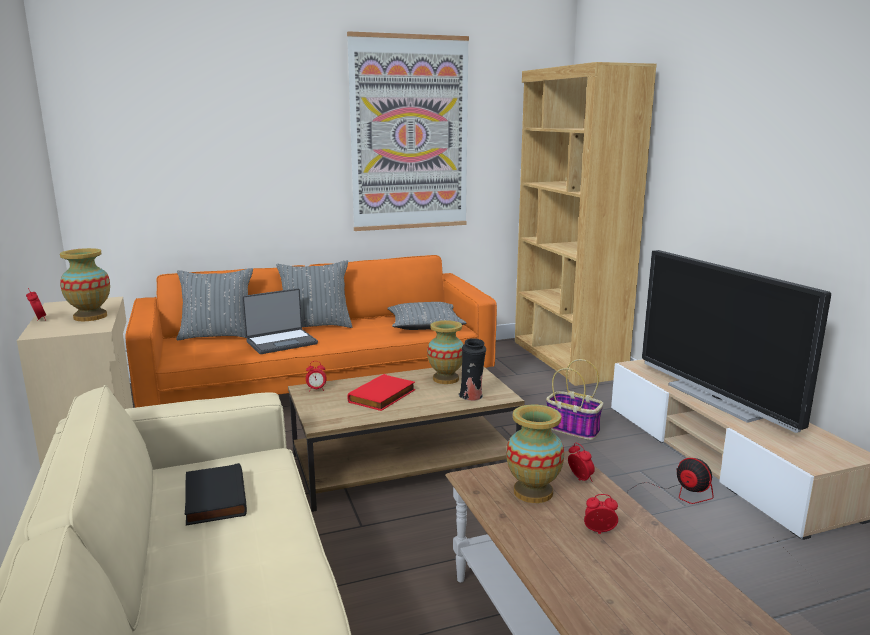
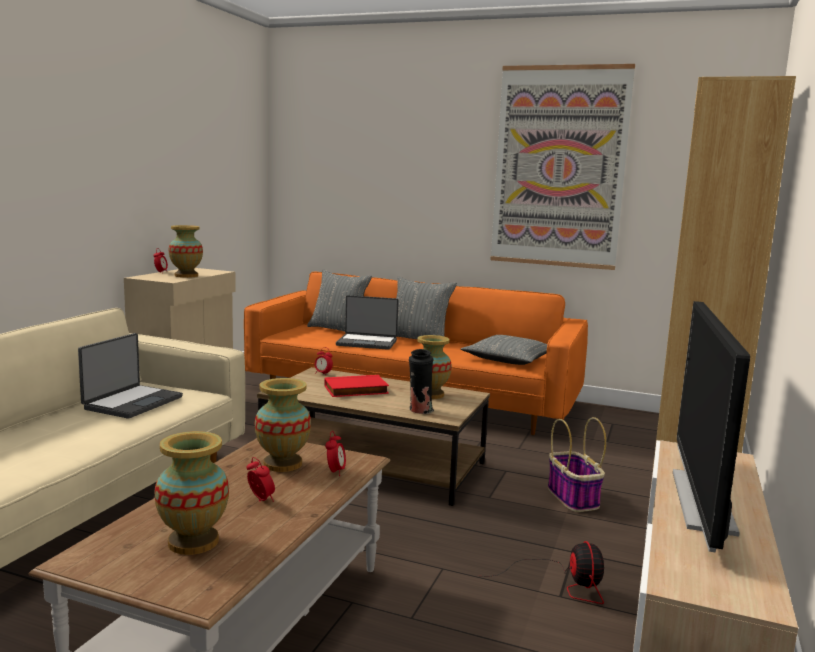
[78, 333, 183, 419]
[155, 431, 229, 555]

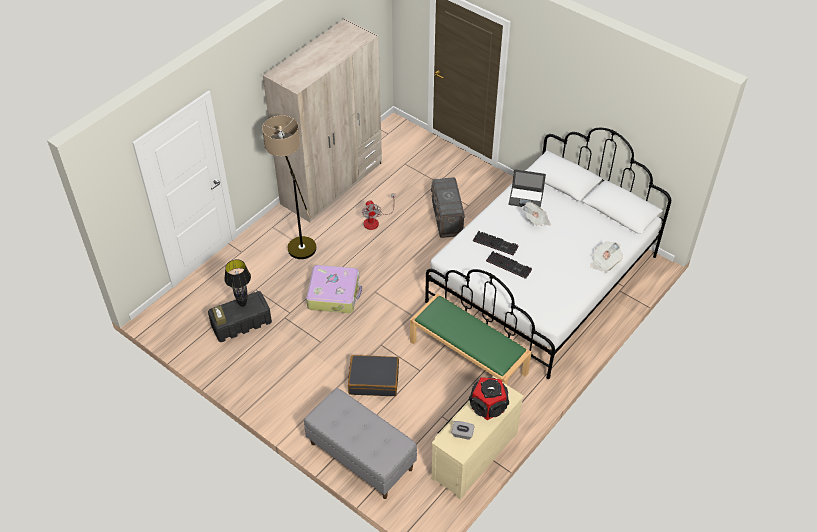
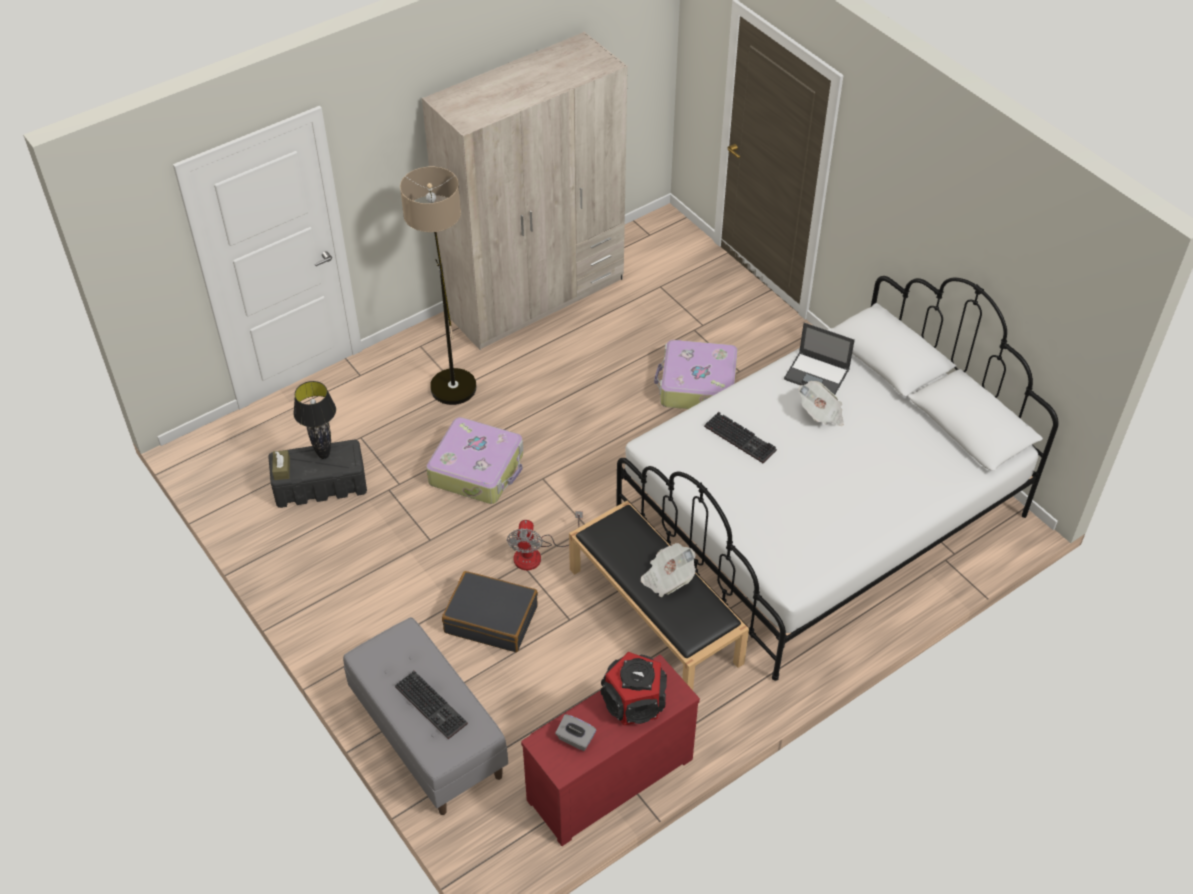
[507, 511, 583, 570]
[569, 500, 749, 690]
[654, 340, 738, 409]
[521, 655, 700, 846]
[395, 671, 468, 739]
[641, 543, 696, 597]

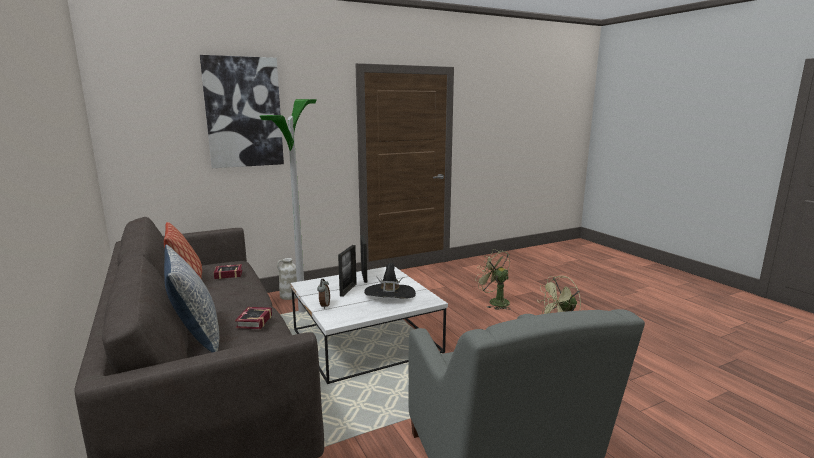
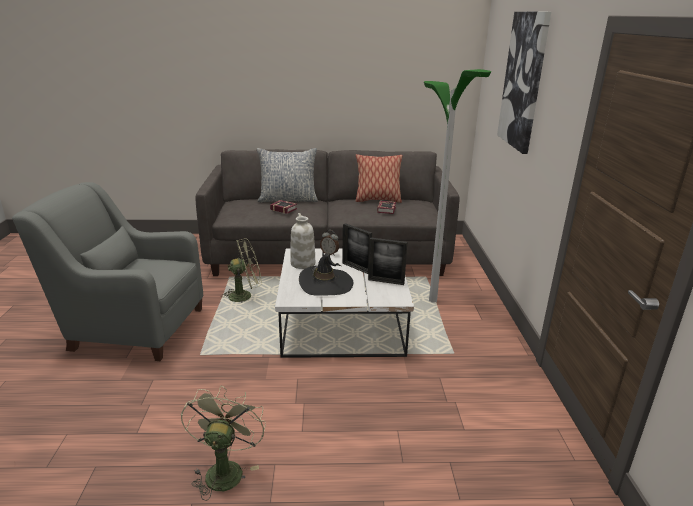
[290, 213, 315, 269]
[223, 238, 262, 303]

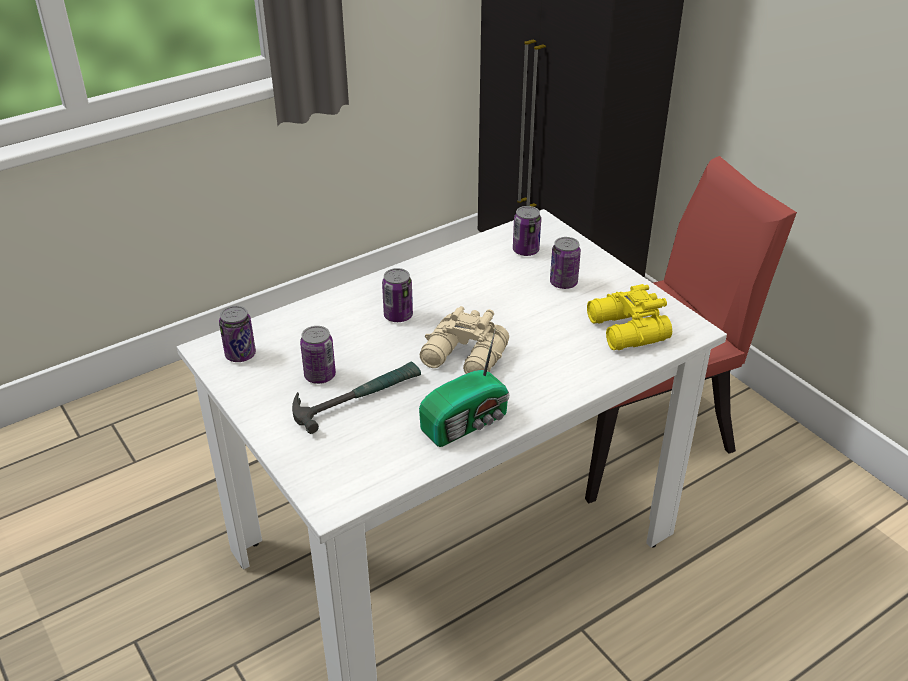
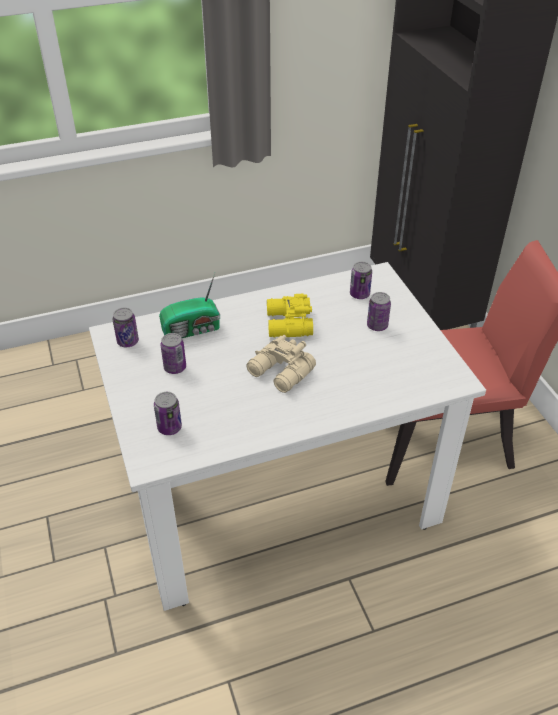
[292, 362, 421, 434] (first image)
[154, 392, 182, 435]
[159, 273, 220, 338]
[267, 294, 313, 338]

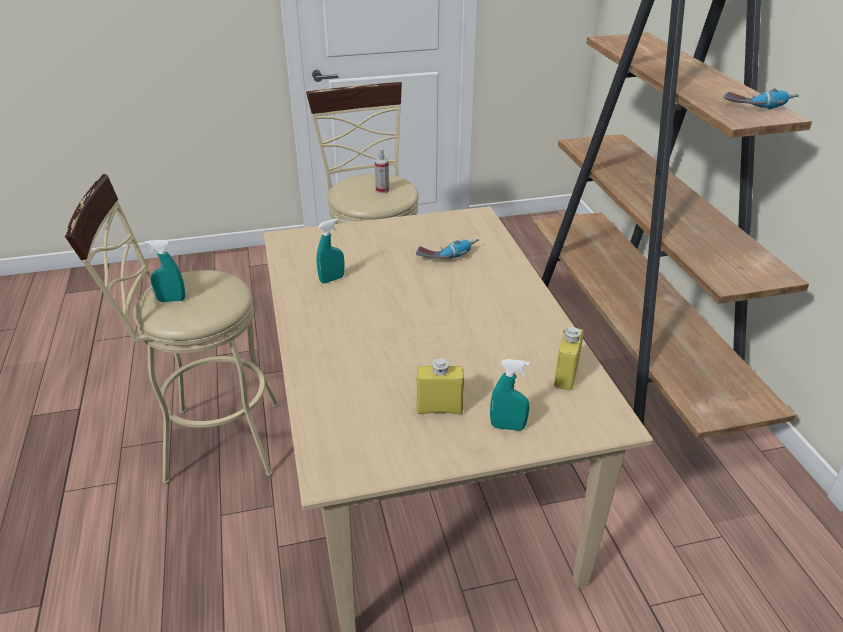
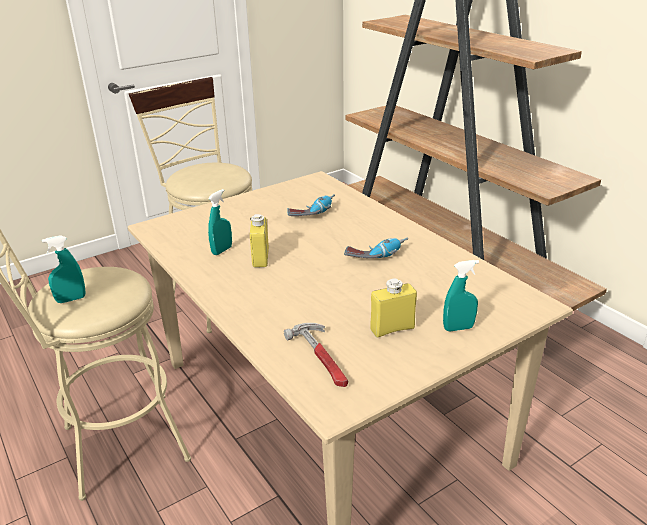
[375, 148, 389, 193] (first image)
[250, 214, 269, 268]
[344, 237, 408, 258]
[284, 323, 348, 387]

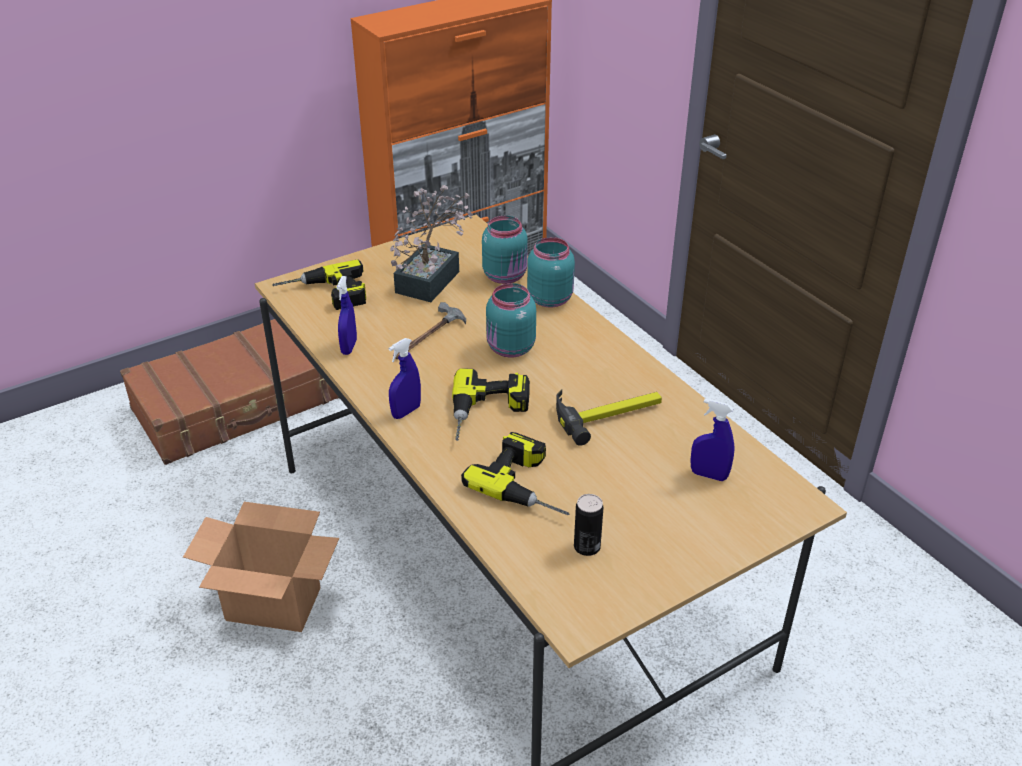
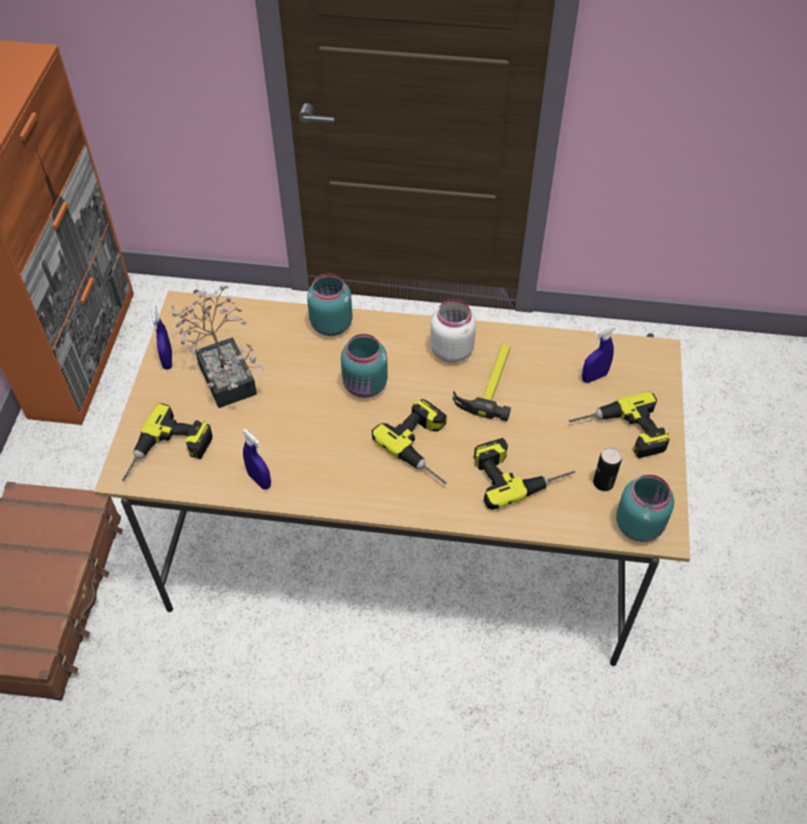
[183, 502, 339, 632] (first image)
[152, 306, 172, 369]
[395, 302, 466, 359] (first image)
[616, 474, 674, 542]
[430, 299, 476, 363]
[569, 392, 670, 458]

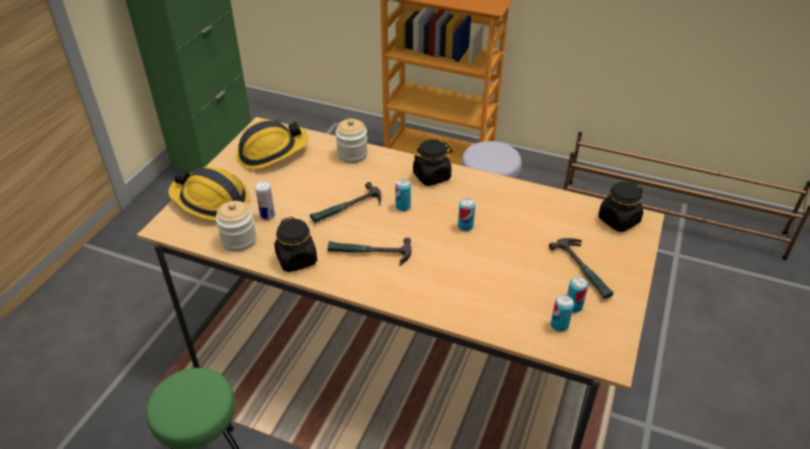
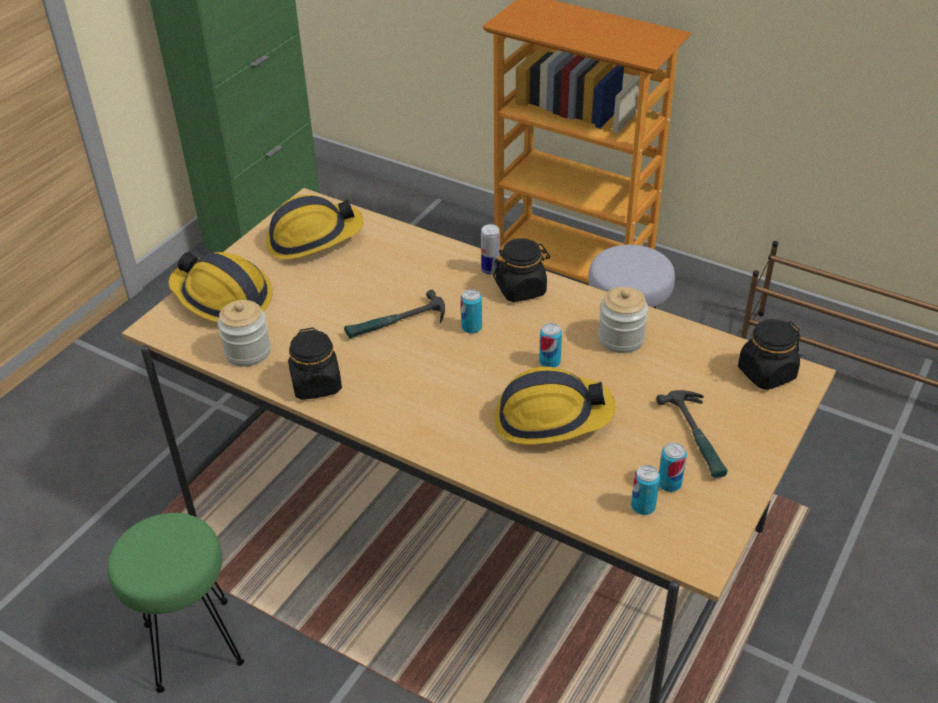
[481, 224, 500, 274]
[328, 237, 412, 266] (first image)
[598, 287, 648, 353]
[494, 366, 615, 445]

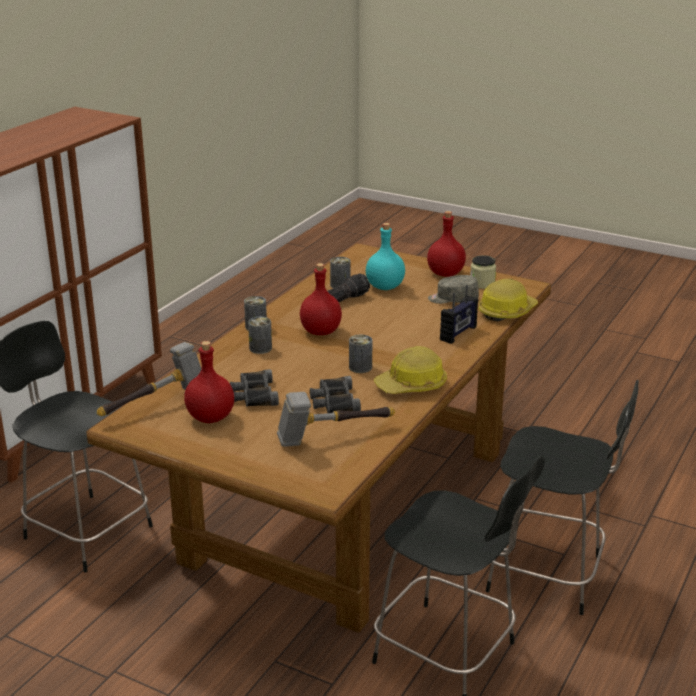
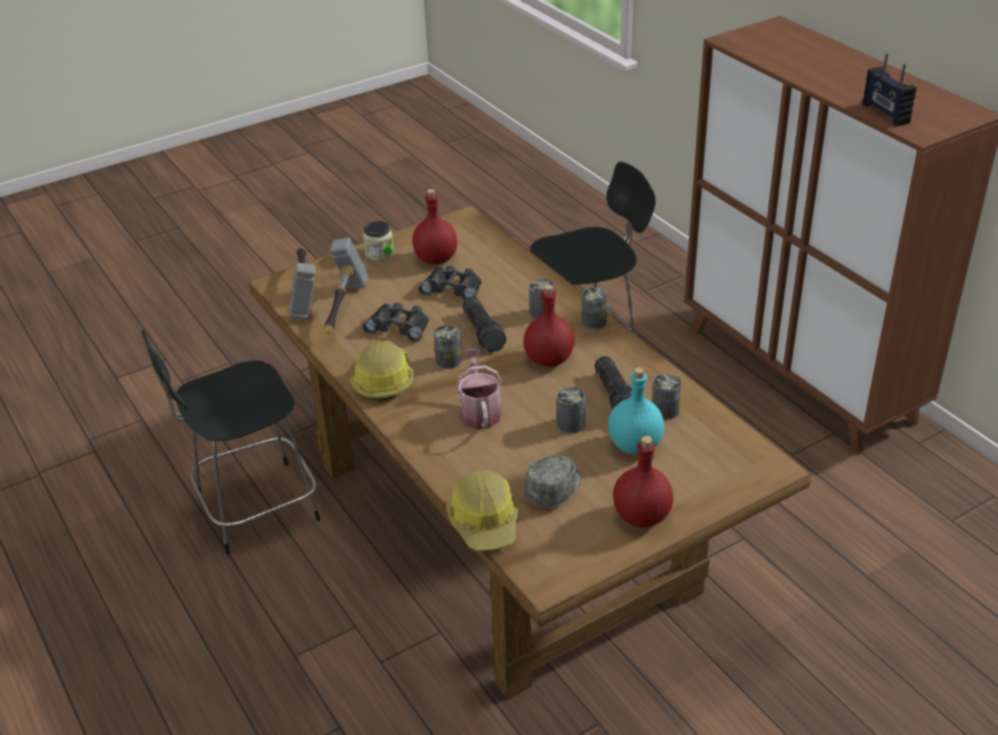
[289, 247, 316, 320]
[863, 53, 917, 126]
[363, 221, 394, 261]
[486, 380, 639, 615] (first image)
[455, 349, 503, 430]
[463, 297, 506, 352]
[557, 387, 585, 434]

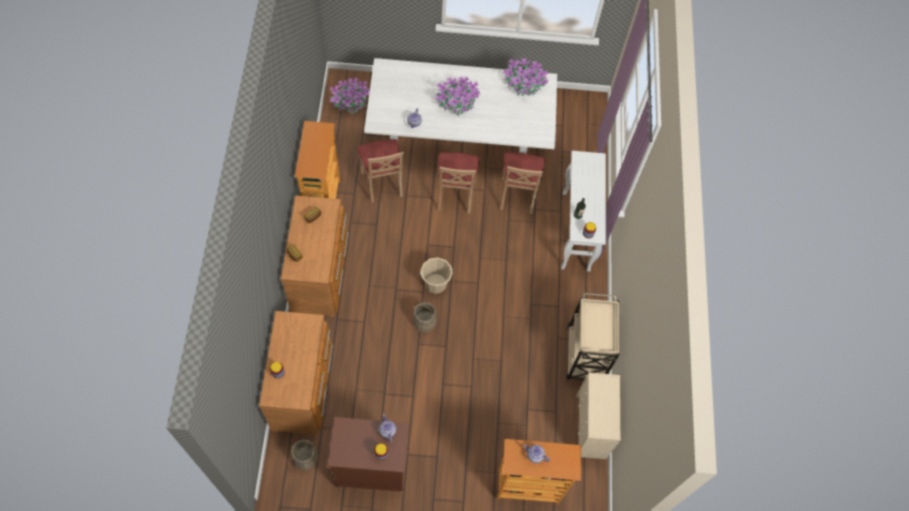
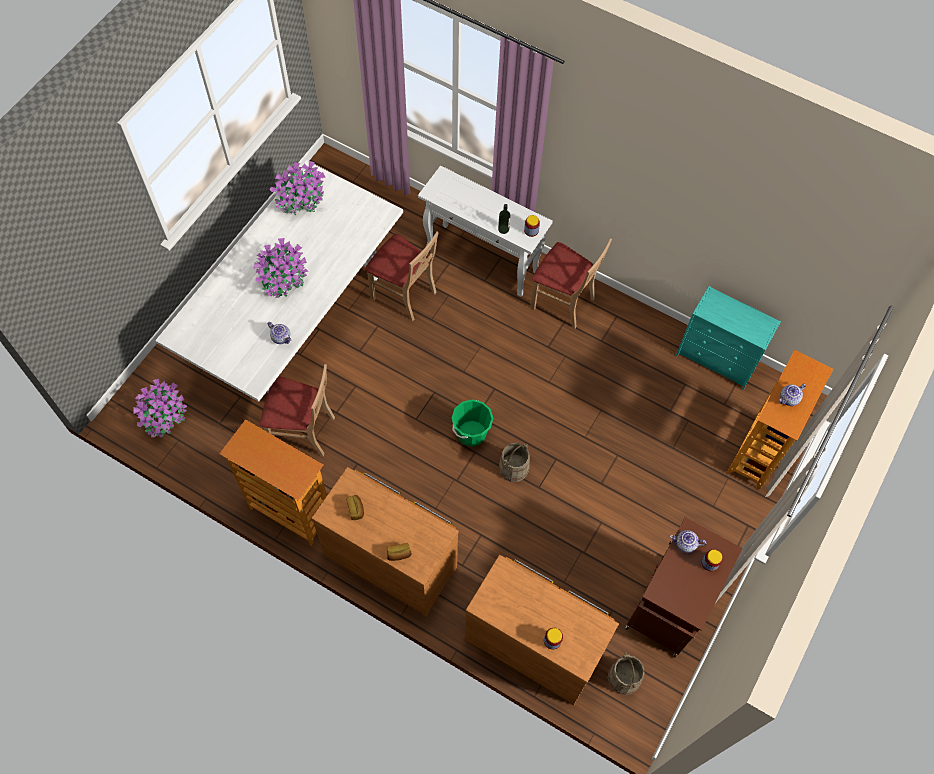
[452, 399, 494, 447]
[530, 238, 612, 329]
[566, 293, 619, 380] (first image)
[676, 286, 781, 390]

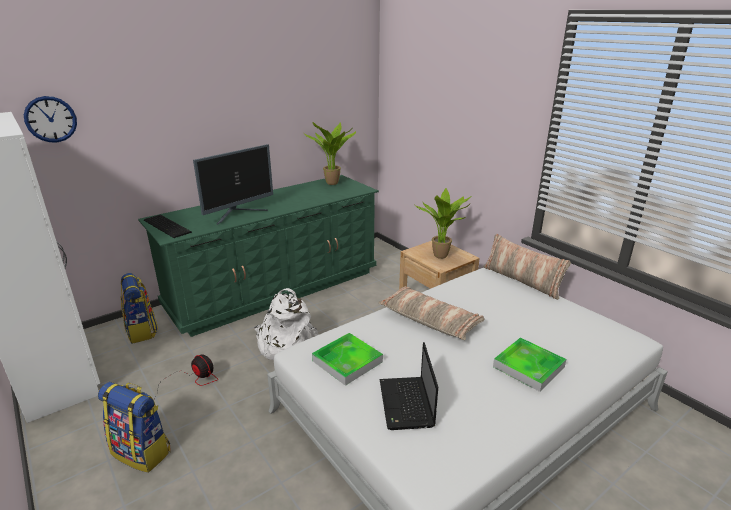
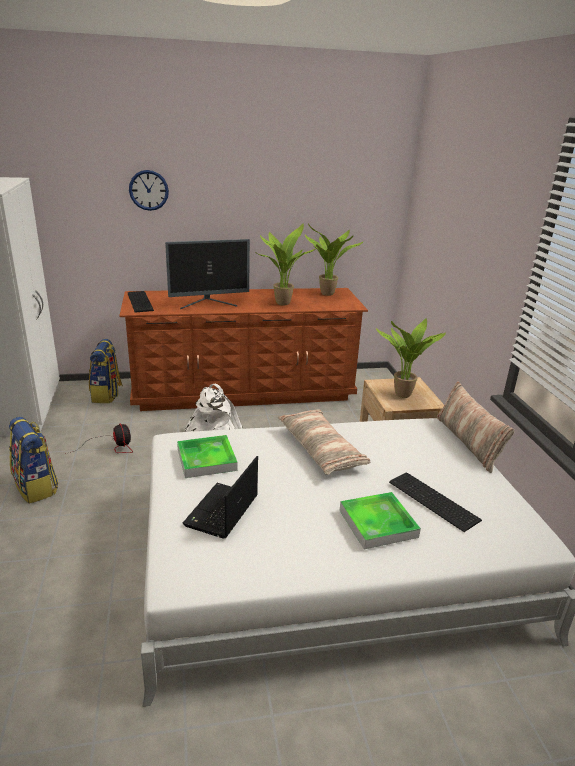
[129, 170, 169, 211]
[119, 288, 368, 411]
[257, 224, 316, 305]
[389, 473, 482, 532]

